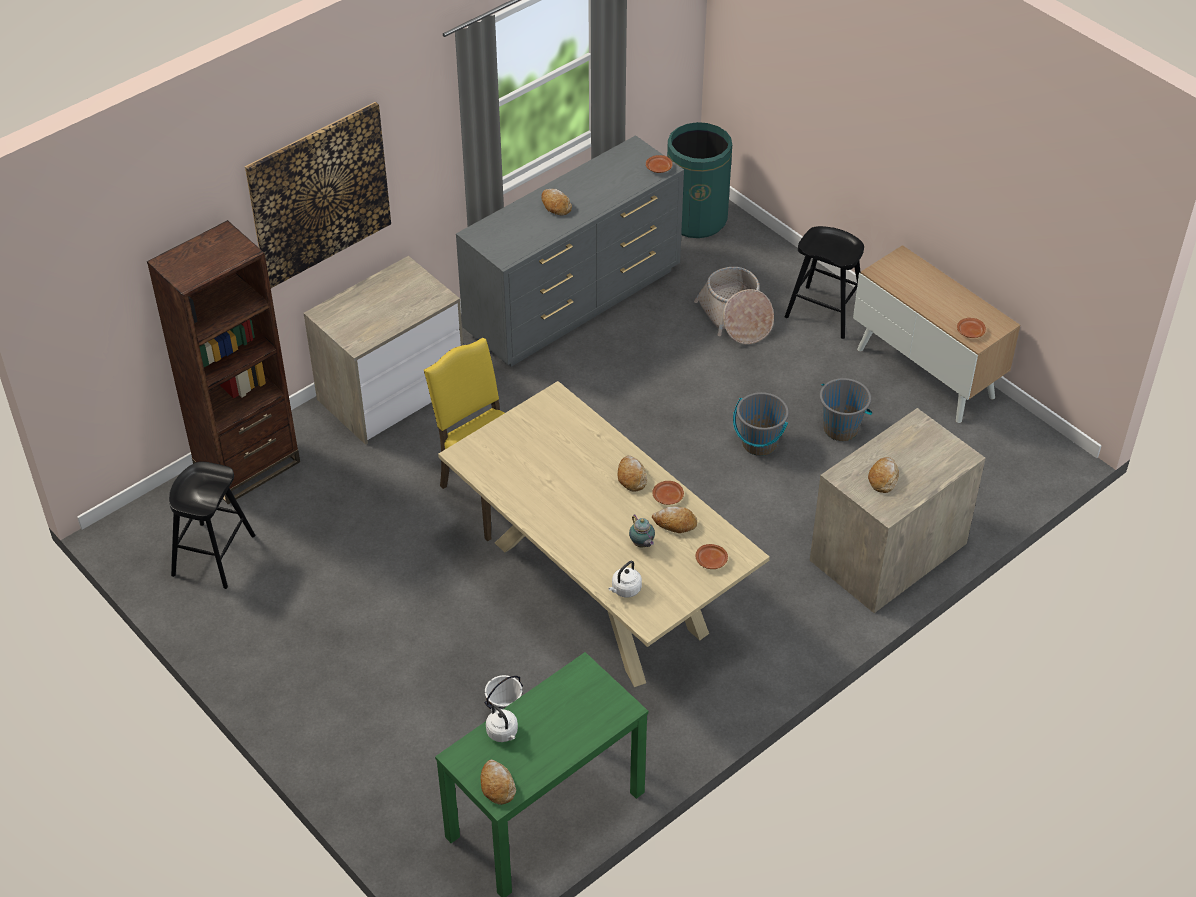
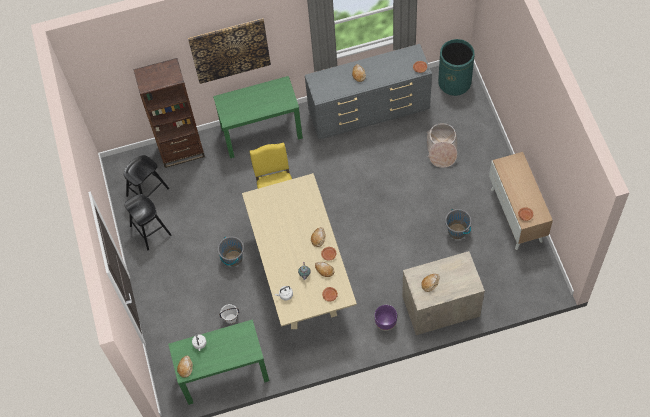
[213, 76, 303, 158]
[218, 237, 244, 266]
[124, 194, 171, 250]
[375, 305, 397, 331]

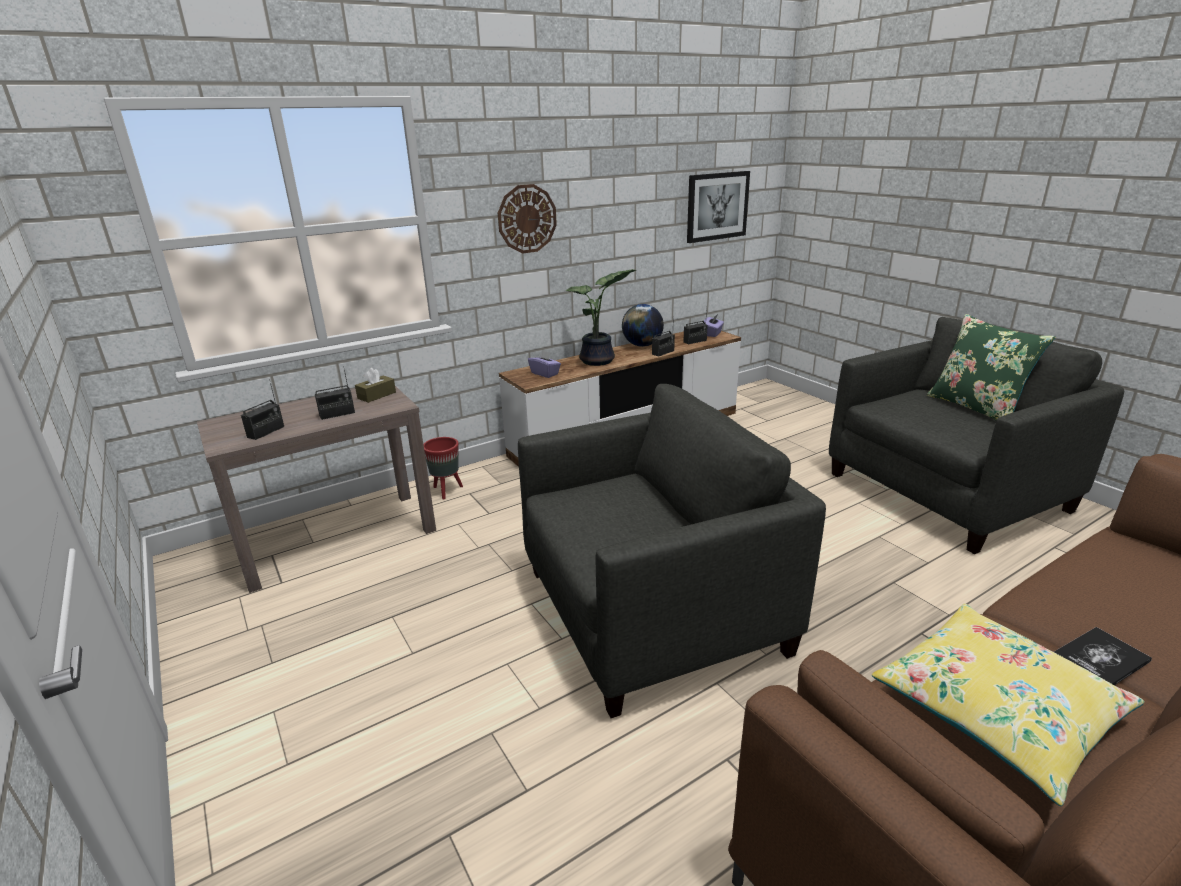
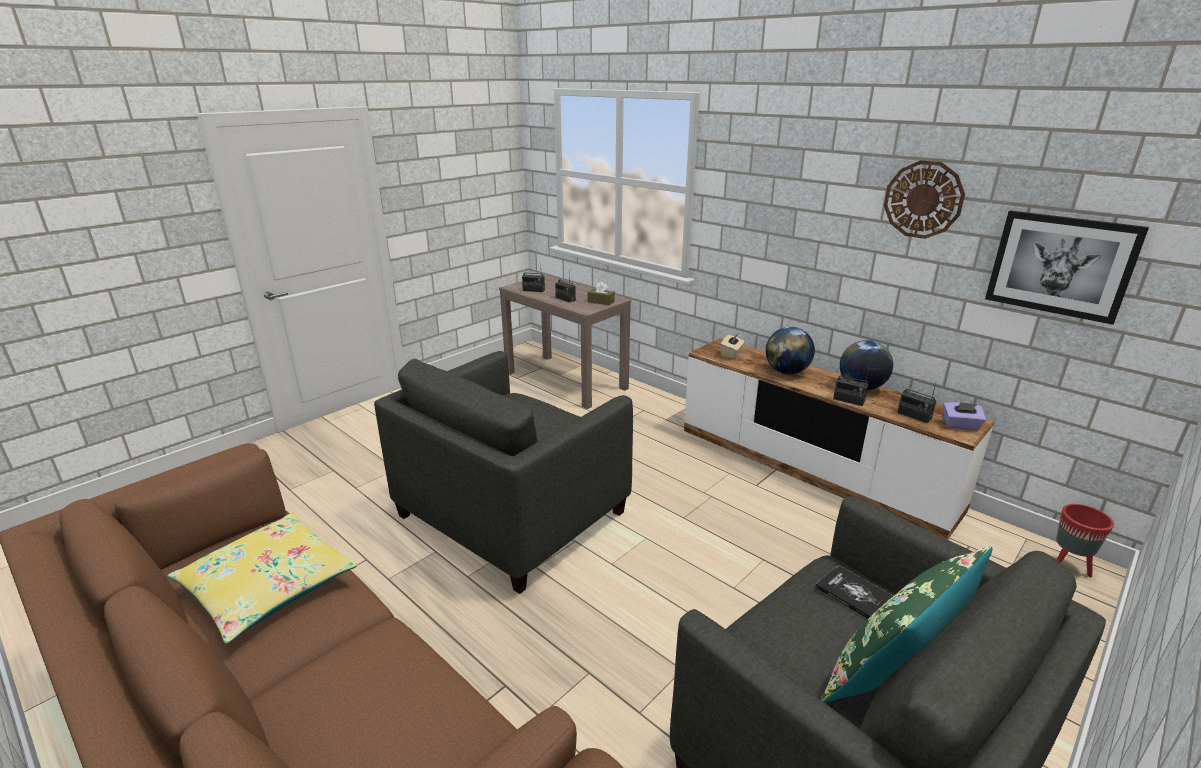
[1056, 504, 1114, 577]
[884, 160, 965, 239]
[374, 351, 633, 594]
[720, 334, 745, 359]
[766, 327, 815, 374]
[815, 565, 893, 619]

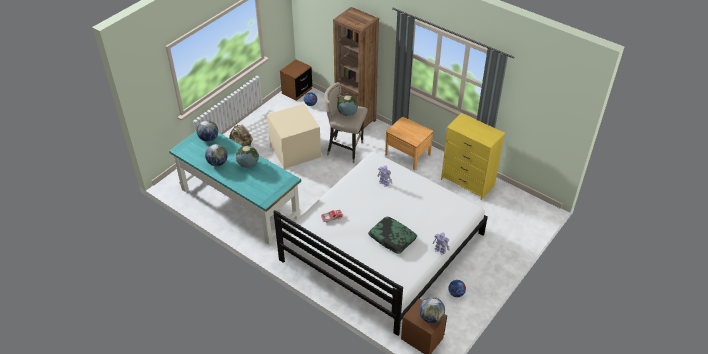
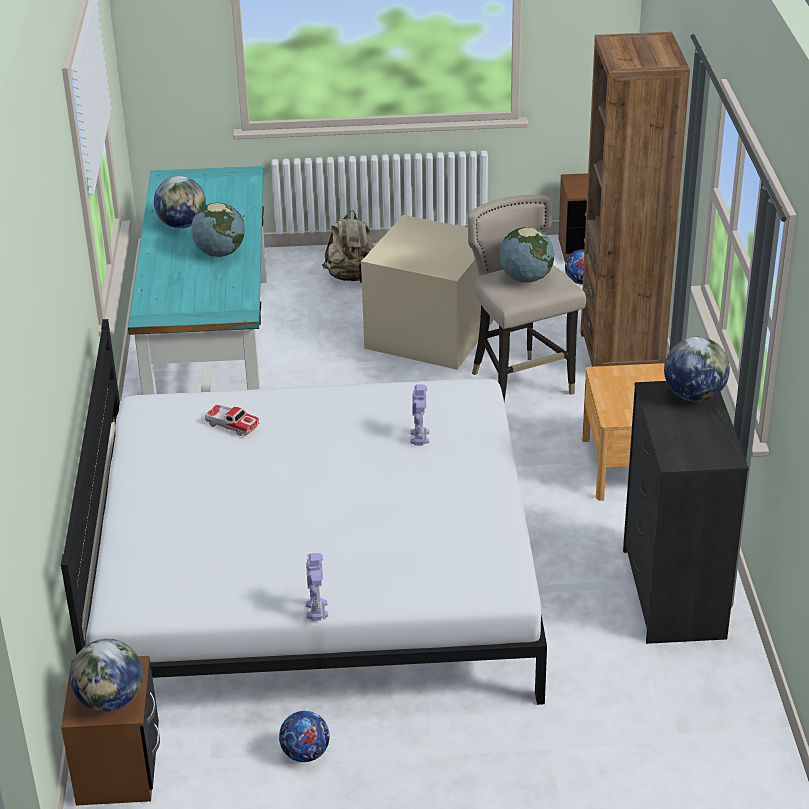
[664, 337, 730, 402]
[368, 217, 417, 254] (first image)
[623, 381, 749, 644]

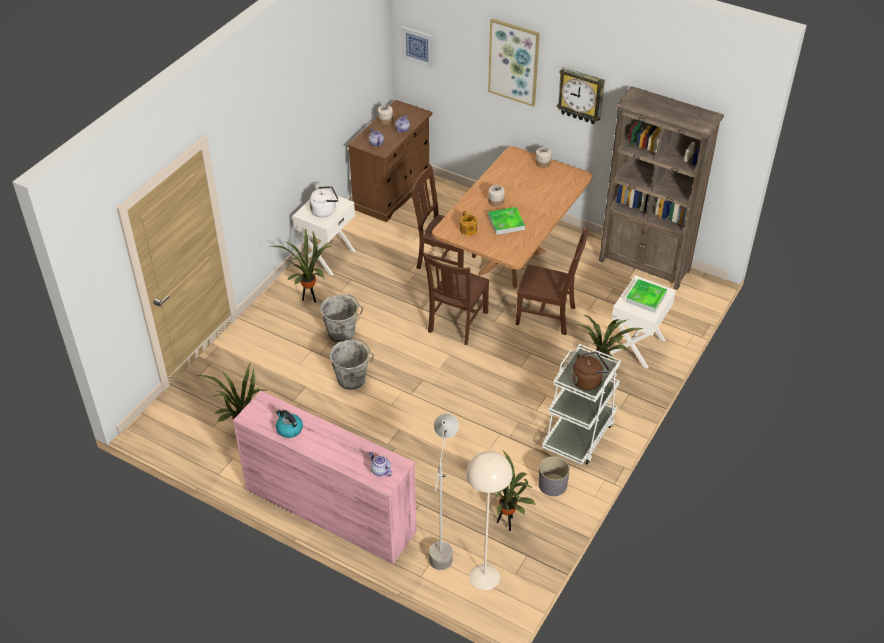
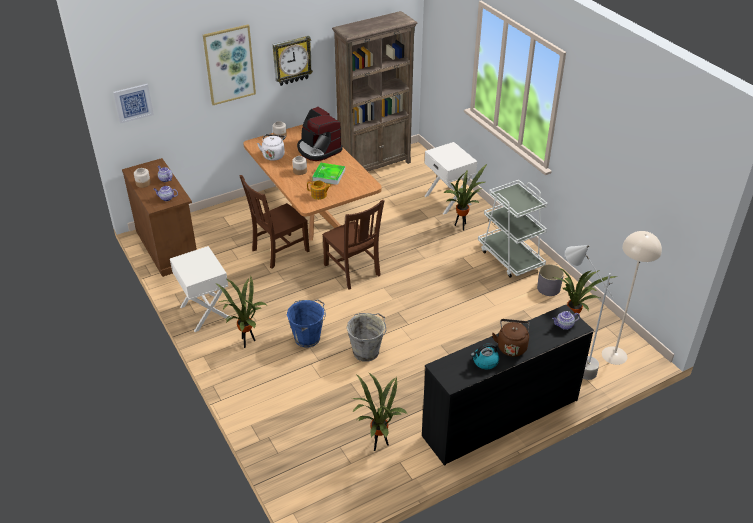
[422, 305, 594, 466]
[257, 134, 286, 161]
[287, 299, 326, 347]
[516, 227, 588, 336] (first image)
[492, 319, 529, 357]
[626, 279, 667, 313] (first image)
[297, 107, 343, 161]

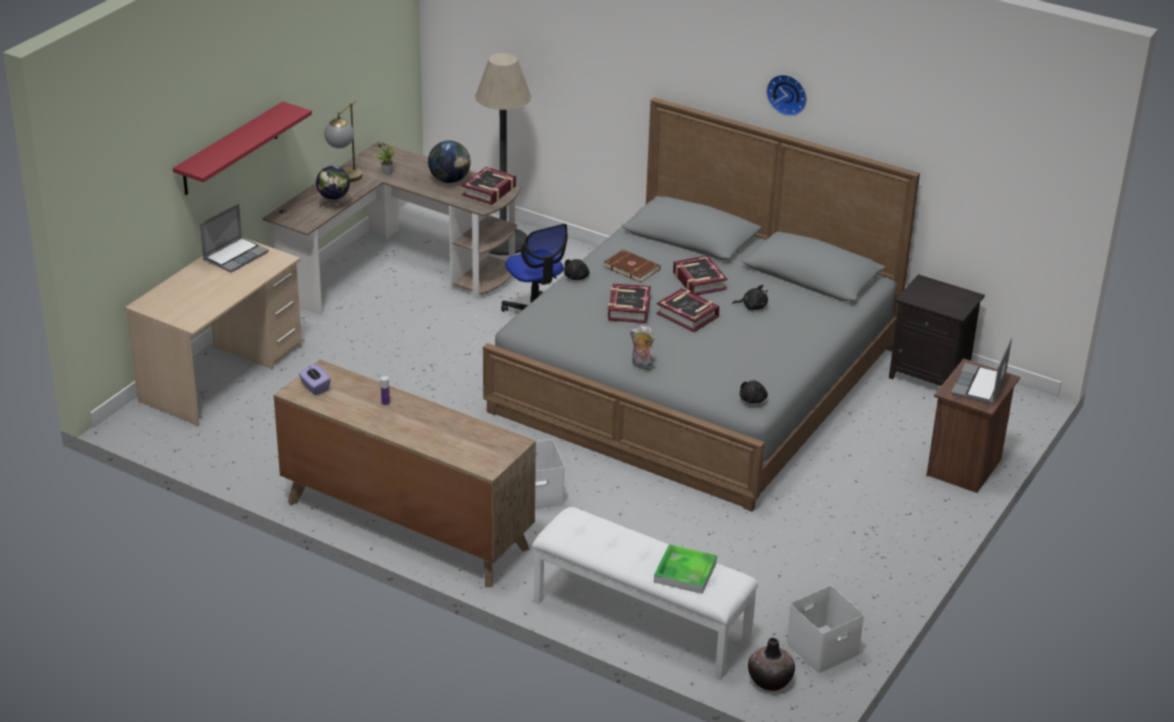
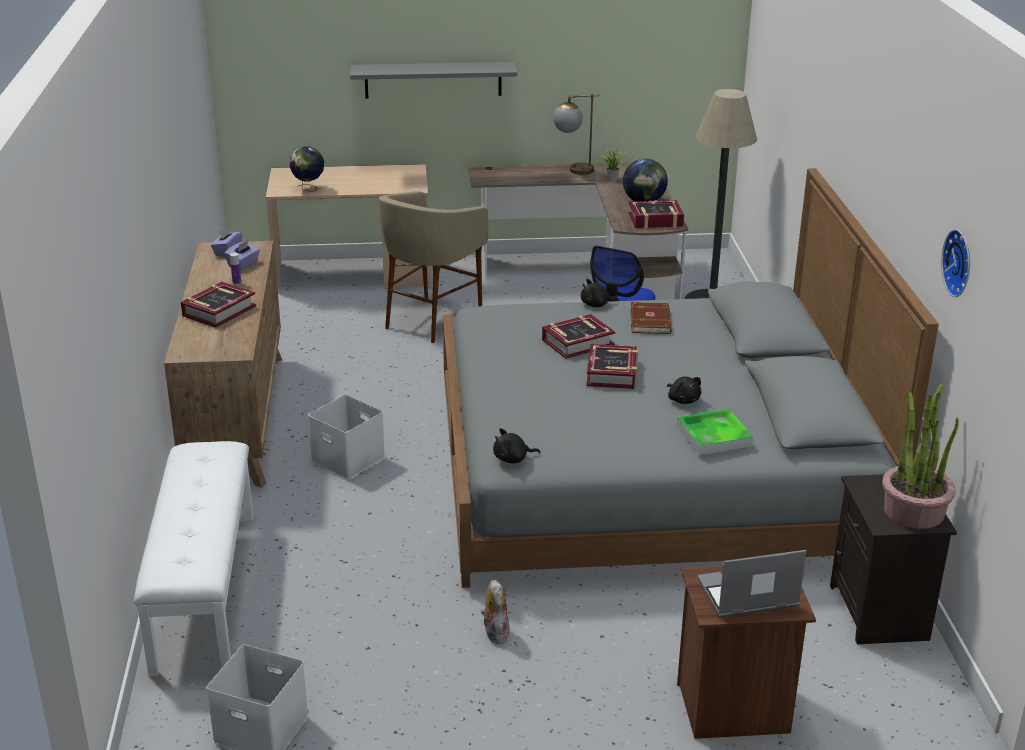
[350, 62, 517, 98]
[200, 204, 269, 272] (first image)
[290, 146, 324, 192]
[481, 580, 510, 644]
[677, 409, 753, 455]
[181, 282, 256, 328]
[748, 638, 795, 691] (first image)
[941, 229, 970, 297]
[224, 240, 260, 270]
[379, 191, 488, 343]
[882, 383, 959, 529]

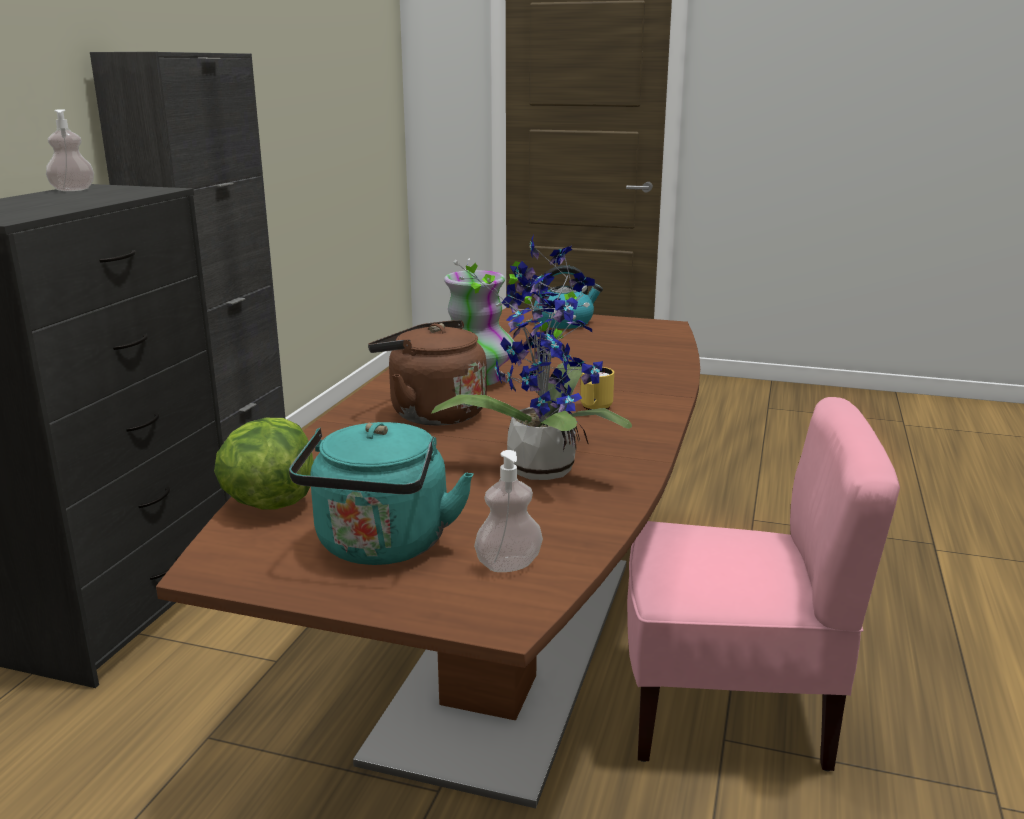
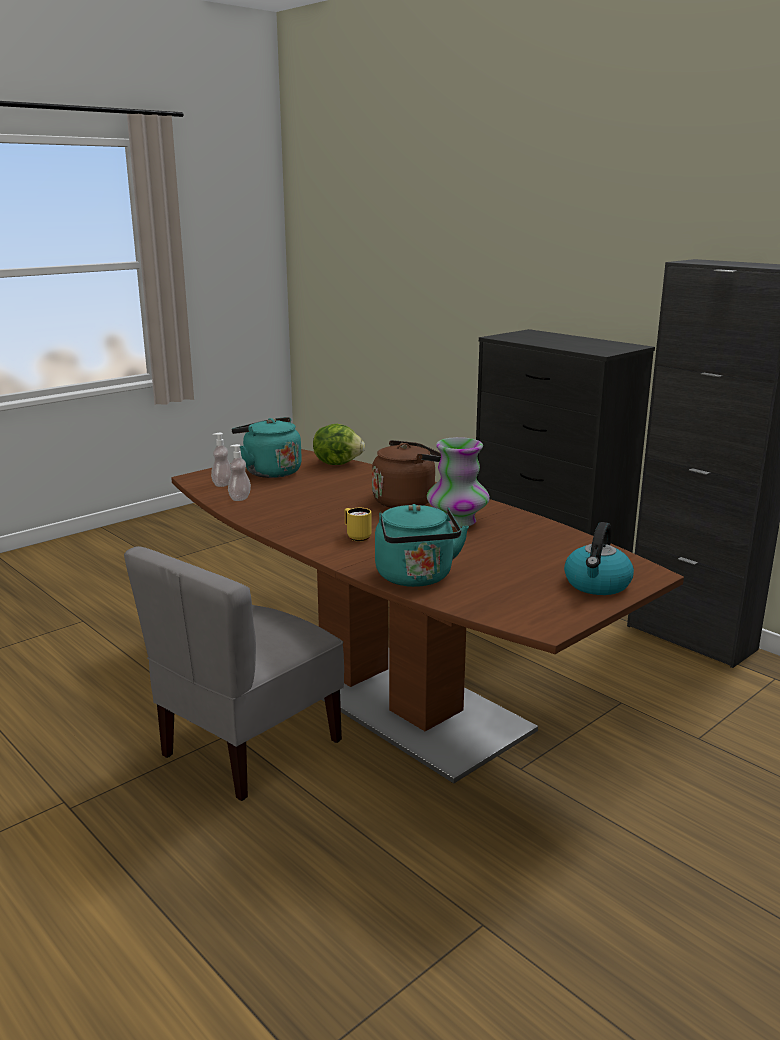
[228, 444, 251, 501]
[431, 235, 632, 480] (first image)
[124, 546, 344, 801]
[375, 504, 469, 587]

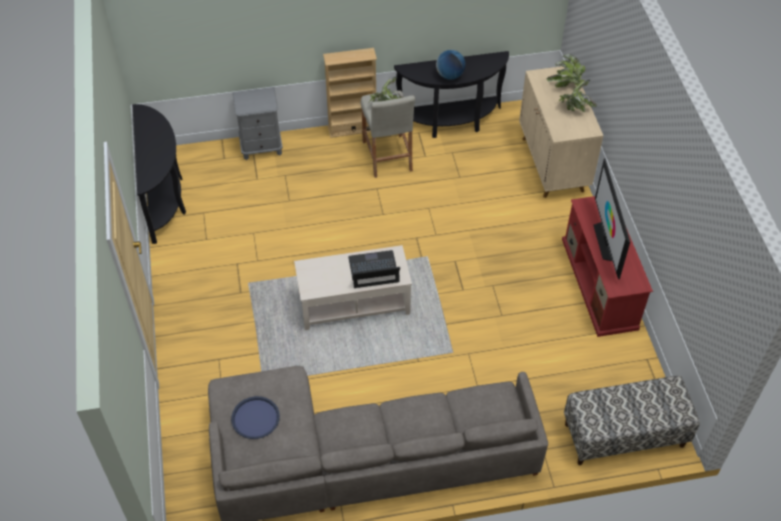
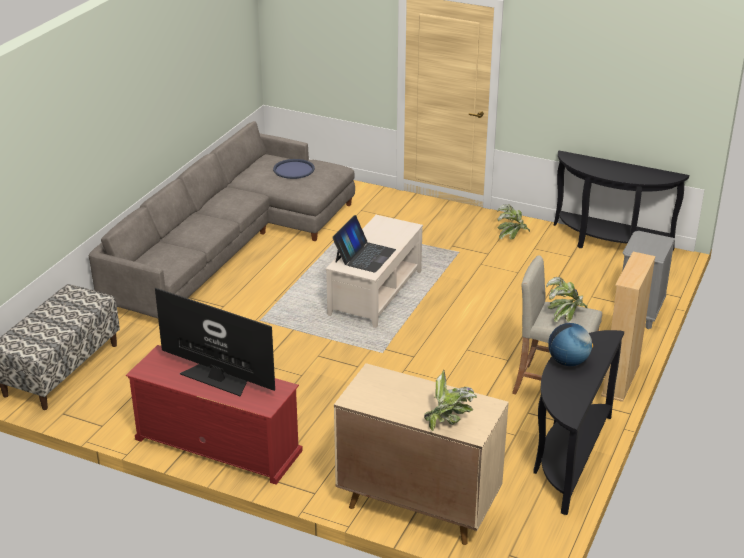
[497, 204, 530, 240]

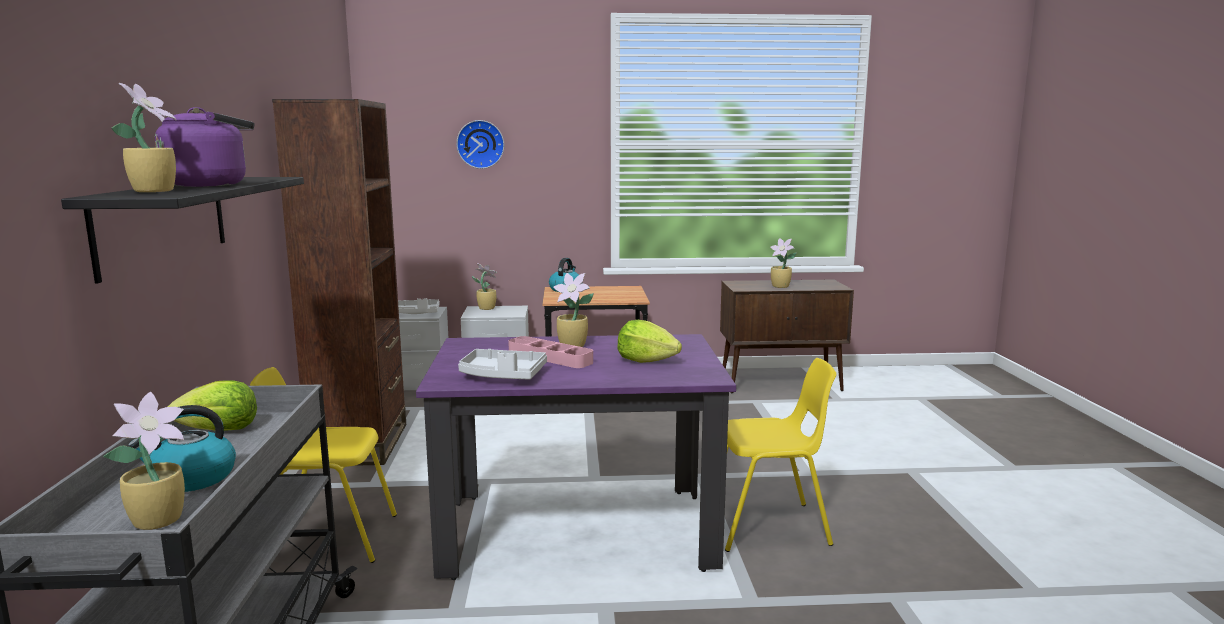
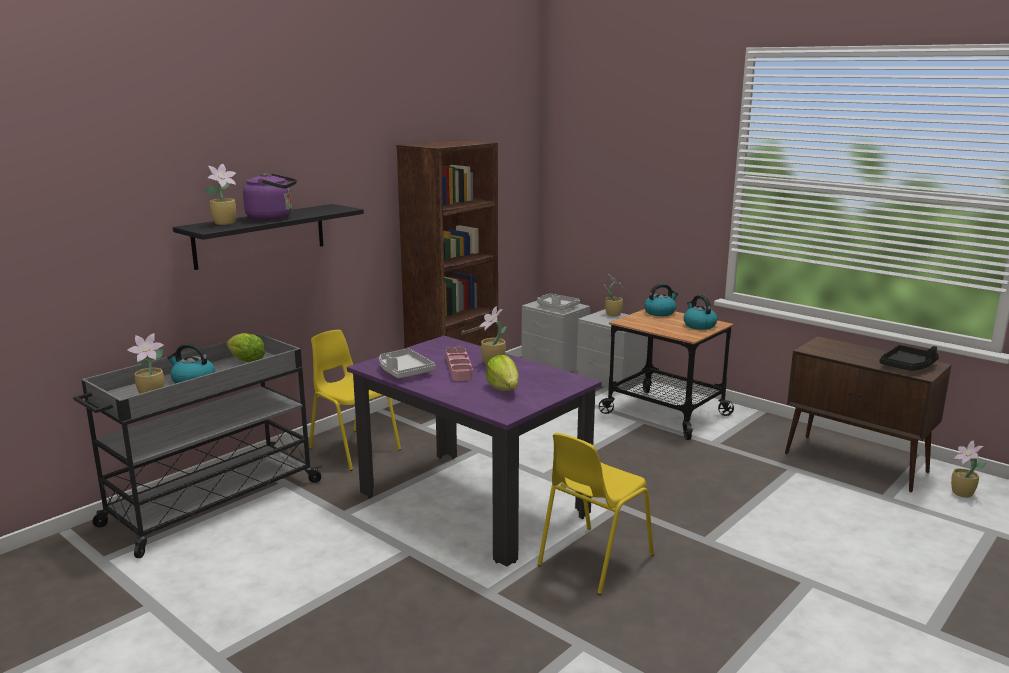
[456, 120, 504, 169] (first image)
[537, 433, 654, 595]
[951, 440, 986, 497]
[683, 295, 717, 330]
[879, 345, 939, 371]

